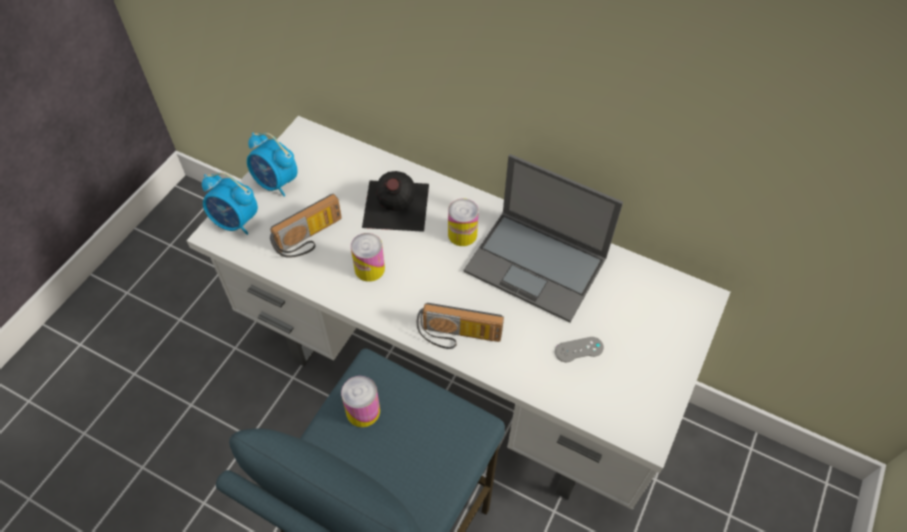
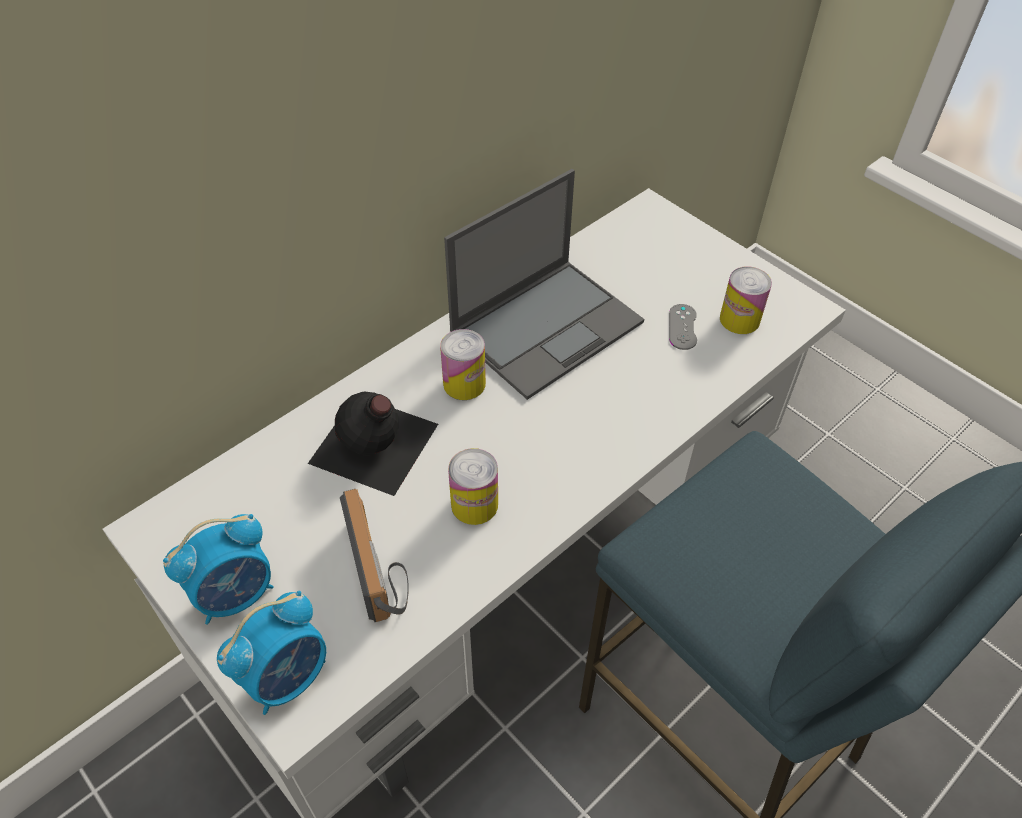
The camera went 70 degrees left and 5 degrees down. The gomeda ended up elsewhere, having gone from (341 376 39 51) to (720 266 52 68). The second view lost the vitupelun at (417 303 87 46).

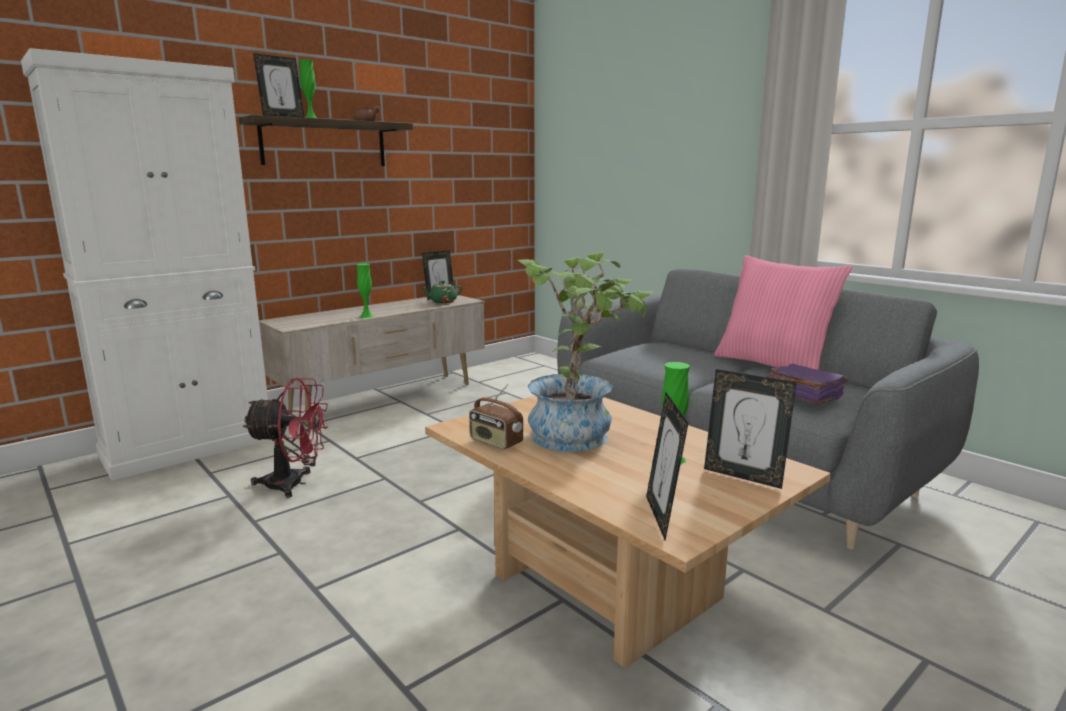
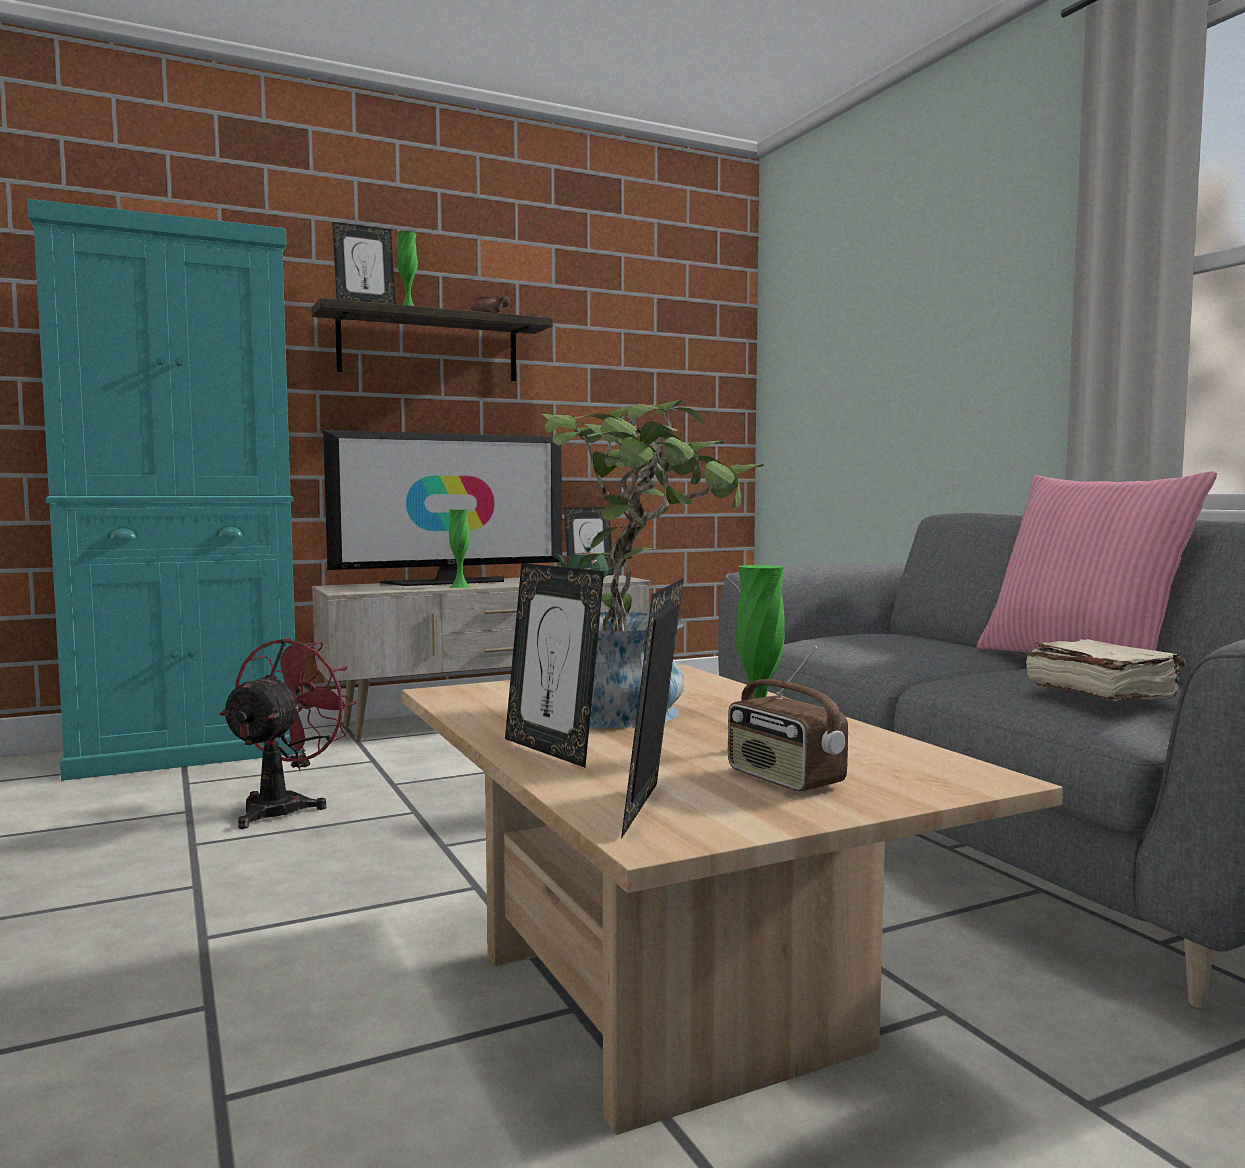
The camera went 15 degrees right and 10 degrees down. What was the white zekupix at (21 48 251 433) turned into the turquoise zekupix at (27 199 275 582). The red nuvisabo at (243 378 85 120) ended up facing another way, 90 degrees counterclockwise from before. The vitupelun ended up elsewhere, having gone from (469 384 54 65) to (728 646 120 146). The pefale ended up elsewhere, having gone from (704 369 93 120) to (505 563 99 204). What was the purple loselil at (766 364 82 40) turned into the beige loselil at (1026 639 160 62). The second view gained the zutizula at (323 430 239 156).

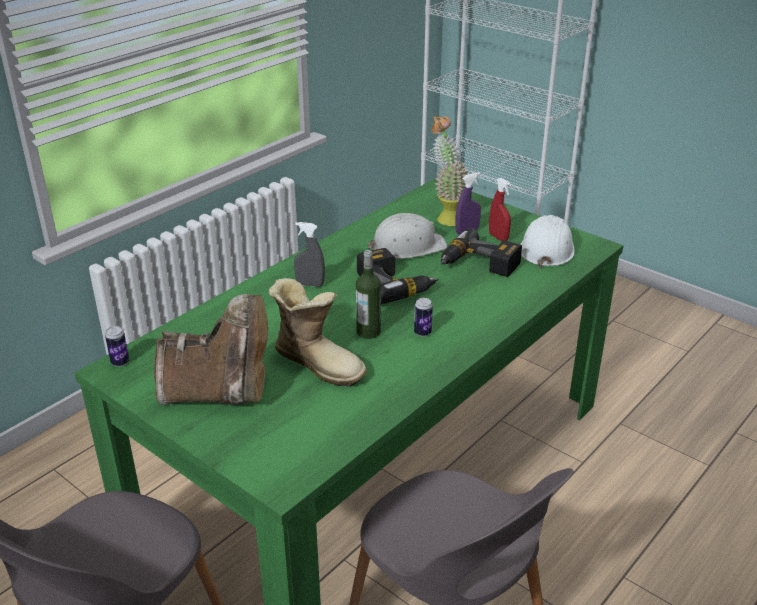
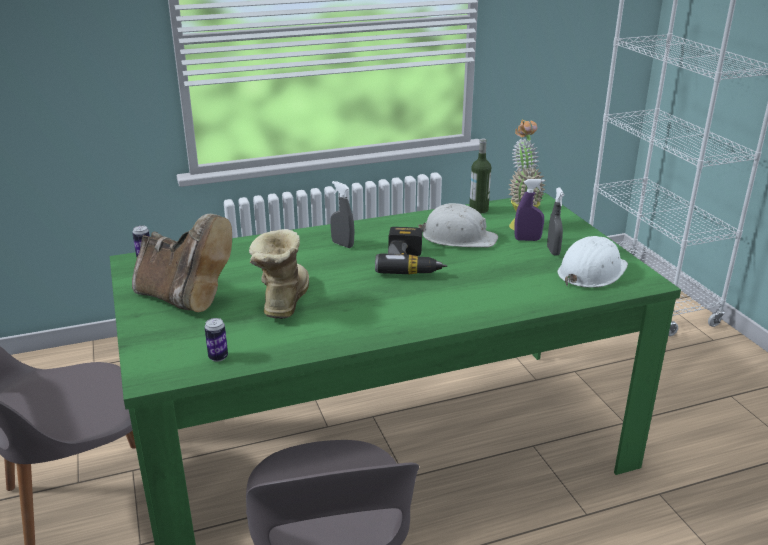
The camera went 30 degrees right and 5 degrees down. The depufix at (268 278 99 109) ended up facing another way, 150 degrees counterclockwise from before. The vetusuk ended up elsewhere, having gone from (356 250 25 89) to (469 139 22 74). The gomeda ended up elsewhere, having gone from (414 298 19 39) to (205 318 23 44). The second view lost the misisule at (441 228 81 49). What was the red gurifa at (489 178 22 63) turned into the grey gurifa at (547 187 17 69).

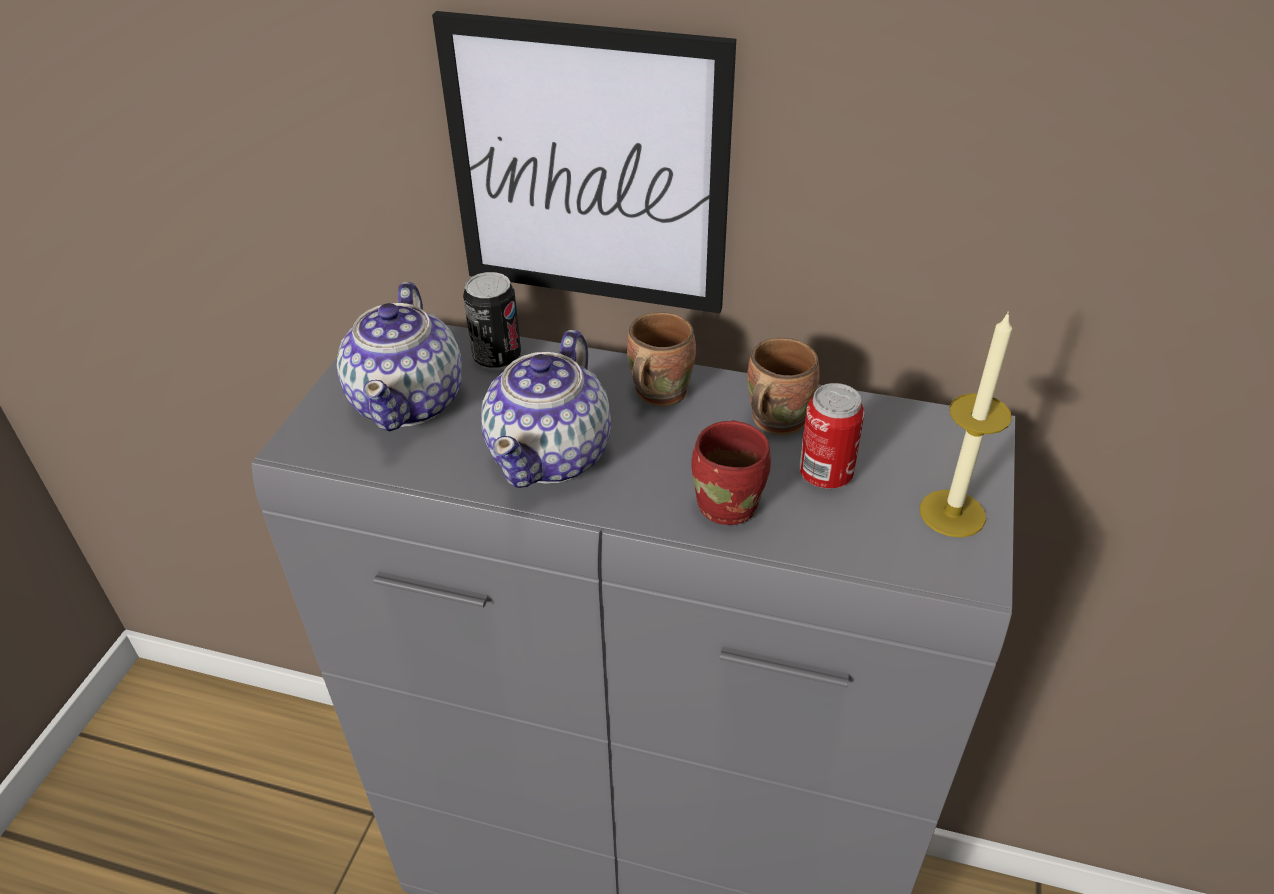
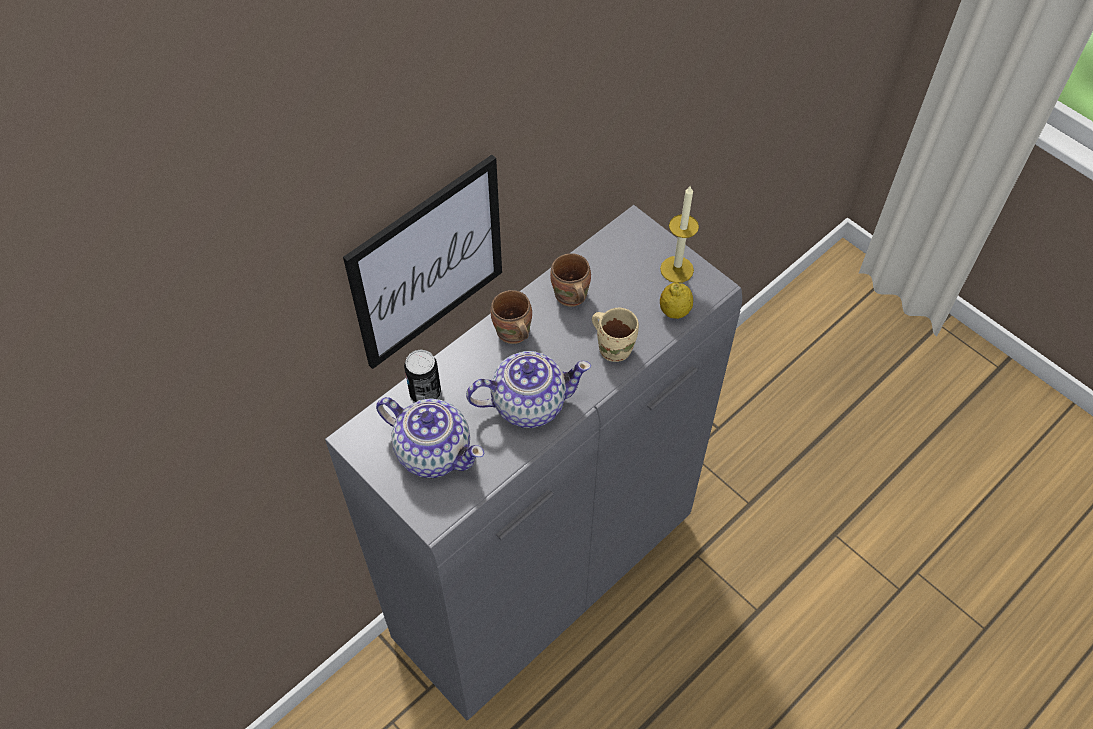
The camera went 60 degrees left and 15 degrees up. The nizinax at (482 330 129 158) ended up facing another way, 60 degrees counterclockwise from before. What was the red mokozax at (691 420 80 105) turned into the beige mokozax at (592 307 47 55). The second view lost the gomeda at (799 383 66 106). The second view gained the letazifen at (660 283 33 36).

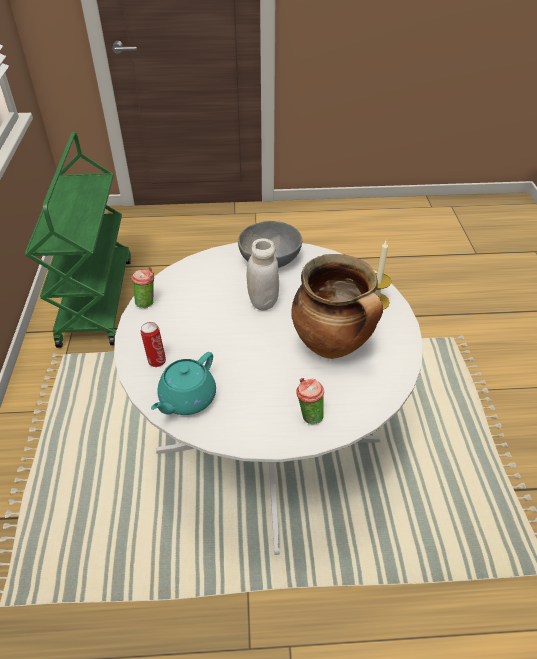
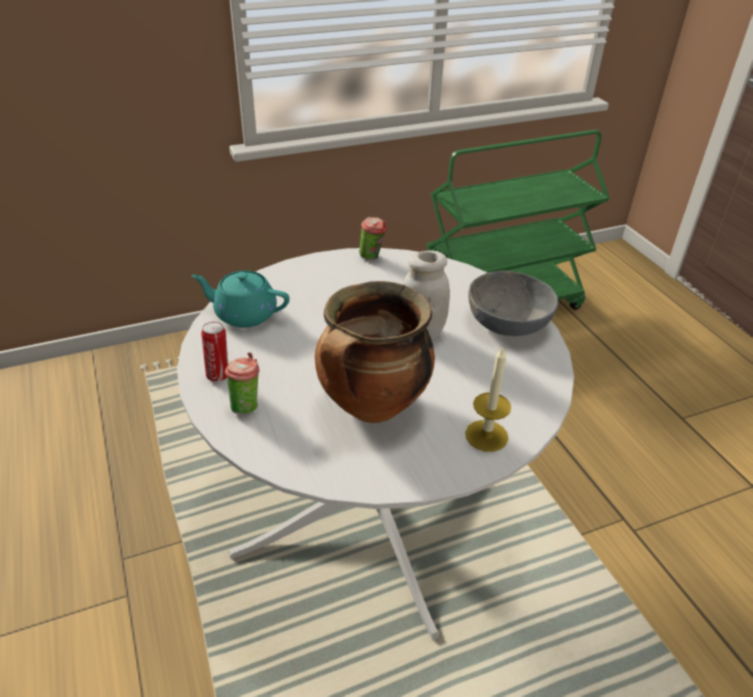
The camera went 70 degrees right and 5 degrees down. The gomeda ended up elsewhere, having gone from (141 322 25 45) to (201 322 27 60).

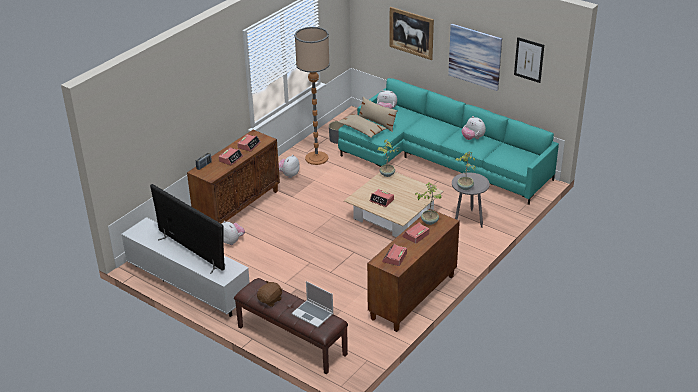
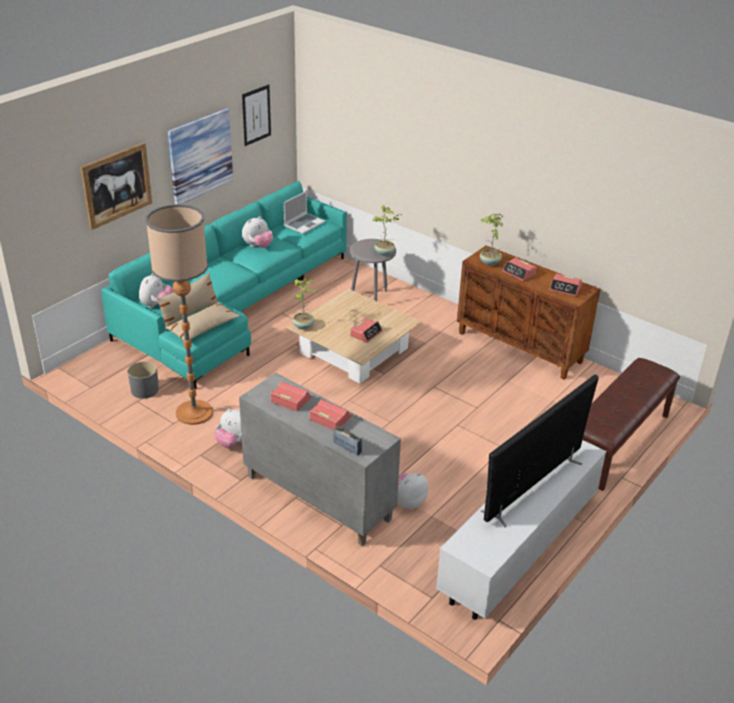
The camera went 90 degrees left and 0 degrees up. What was the brown zekupix at (187 130 93 94) turned into the grey zekupix at (239 373 162 173). The second view lost the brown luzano at (257 281 25 26). The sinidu ended up elsewhere, having gone from (292 281 42 47) to (284 191 41 43).

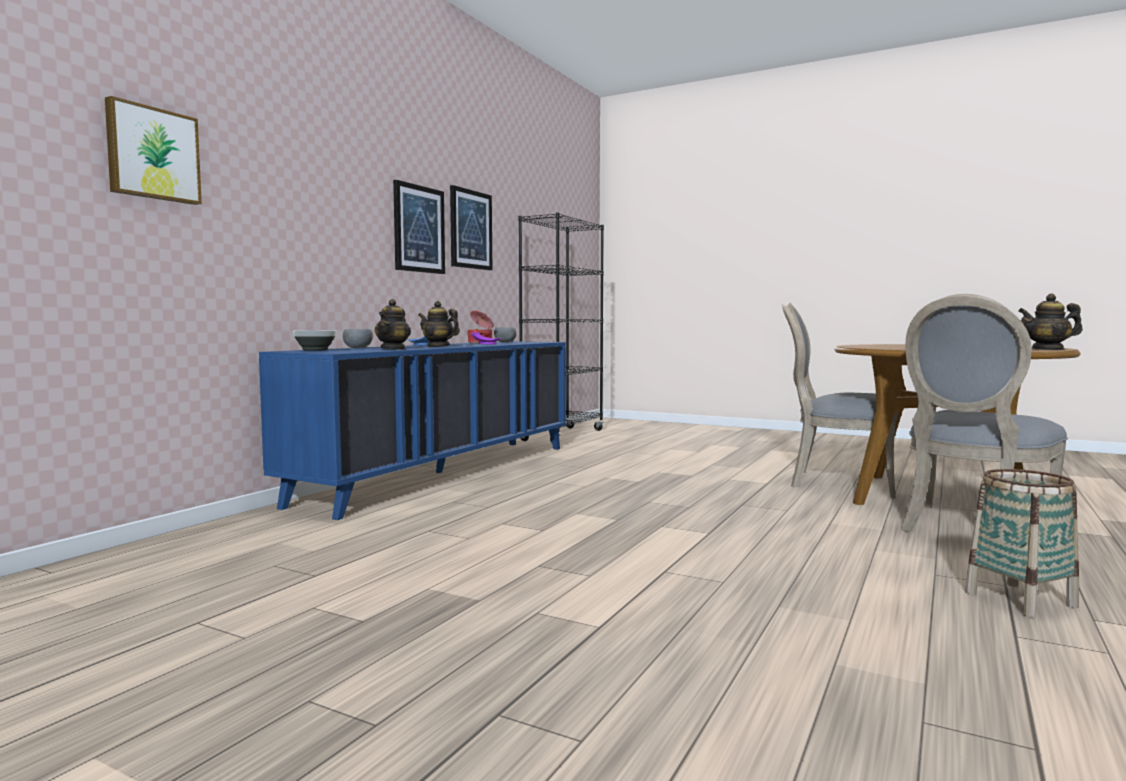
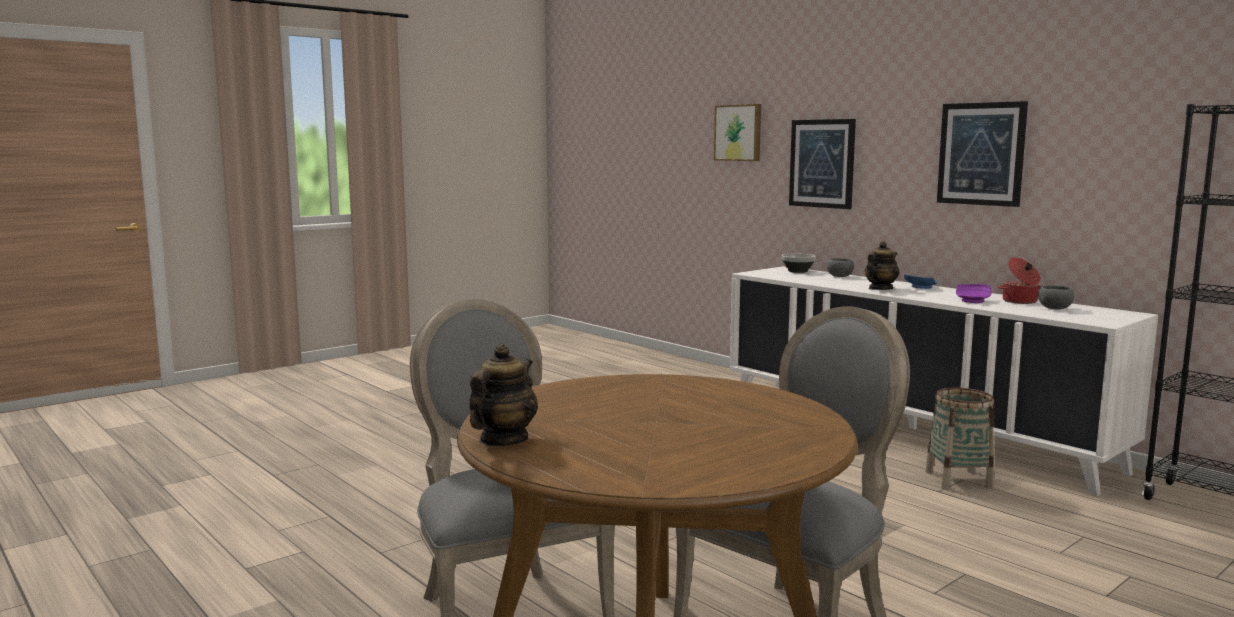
The camera went 110 degrees right and 5 degrees up. What was the blue zekupix at (259 341 307 179) turned into the white zekupix at (730 266 428 231). The second view lost the nizinax at (374 299 37 51). The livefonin ended up elsewhere, having gone from (450 185 42 85) to (789 119 67 90). The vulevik ended up elsewhere, having gone from (965 469 114 149) to (925 388 69 102).

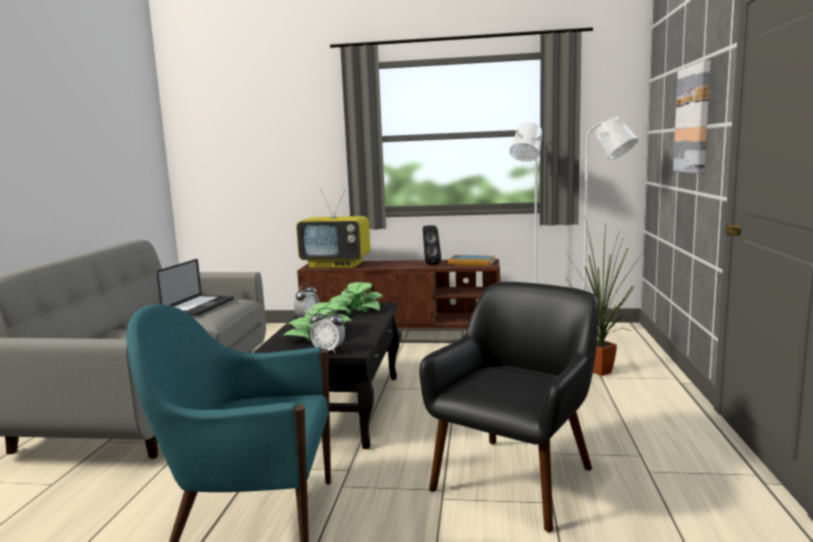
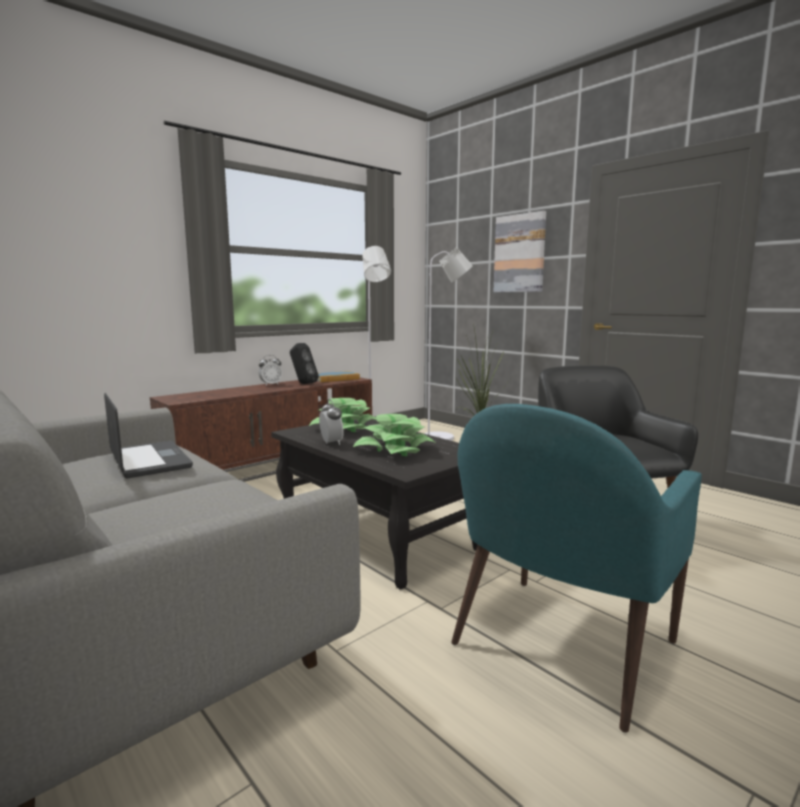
The camera went 50 degrees left and 0 degrees up. The second view lost the zutizula at (296 189 74 79). The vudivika ended up elsewhere, having gone from (310 308 35 45) to (259 355 23 30).

